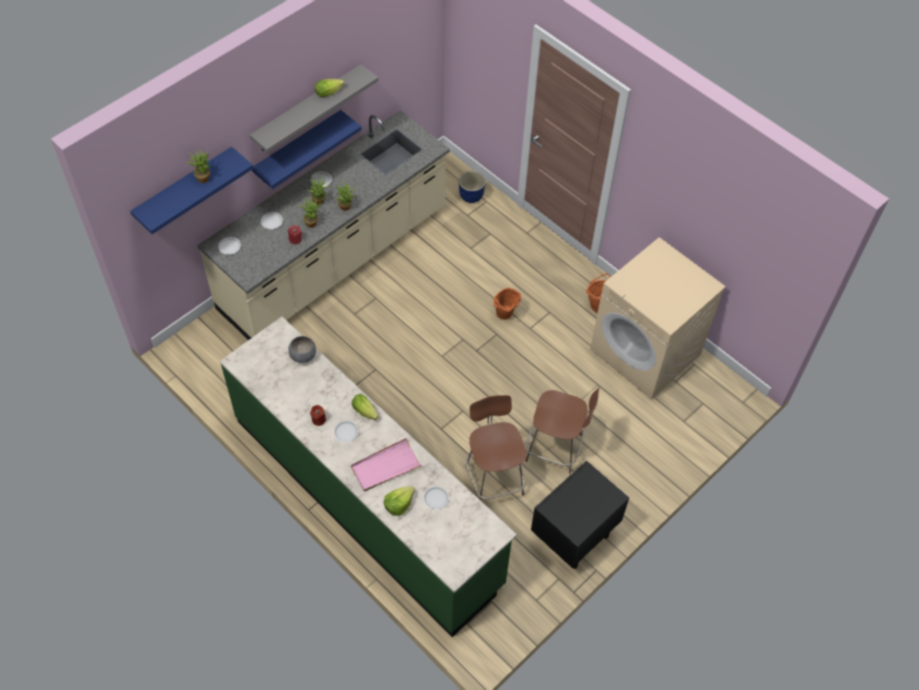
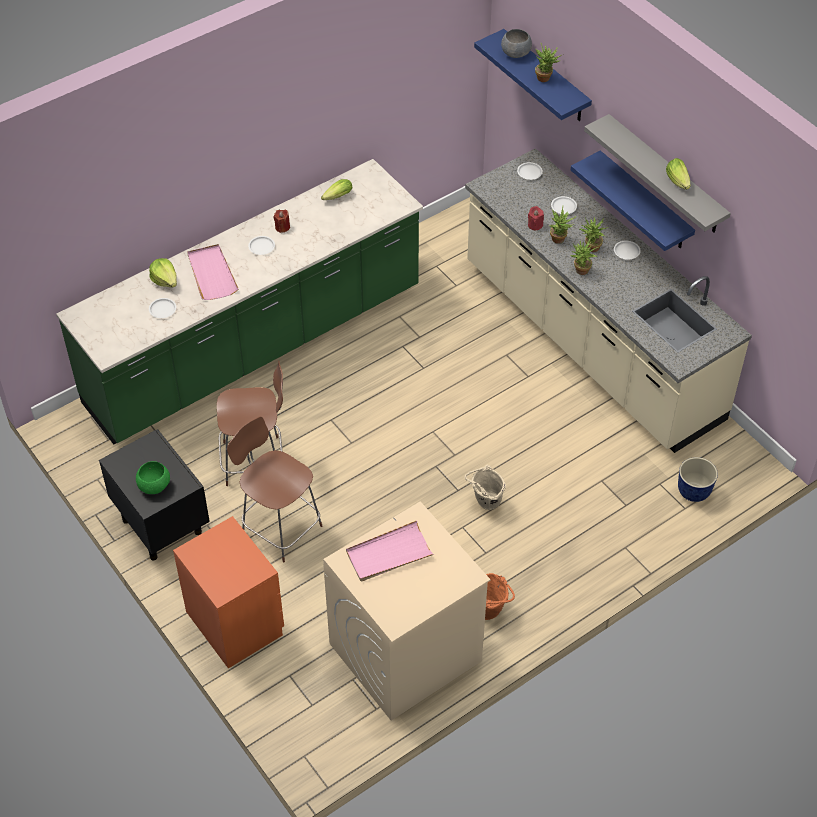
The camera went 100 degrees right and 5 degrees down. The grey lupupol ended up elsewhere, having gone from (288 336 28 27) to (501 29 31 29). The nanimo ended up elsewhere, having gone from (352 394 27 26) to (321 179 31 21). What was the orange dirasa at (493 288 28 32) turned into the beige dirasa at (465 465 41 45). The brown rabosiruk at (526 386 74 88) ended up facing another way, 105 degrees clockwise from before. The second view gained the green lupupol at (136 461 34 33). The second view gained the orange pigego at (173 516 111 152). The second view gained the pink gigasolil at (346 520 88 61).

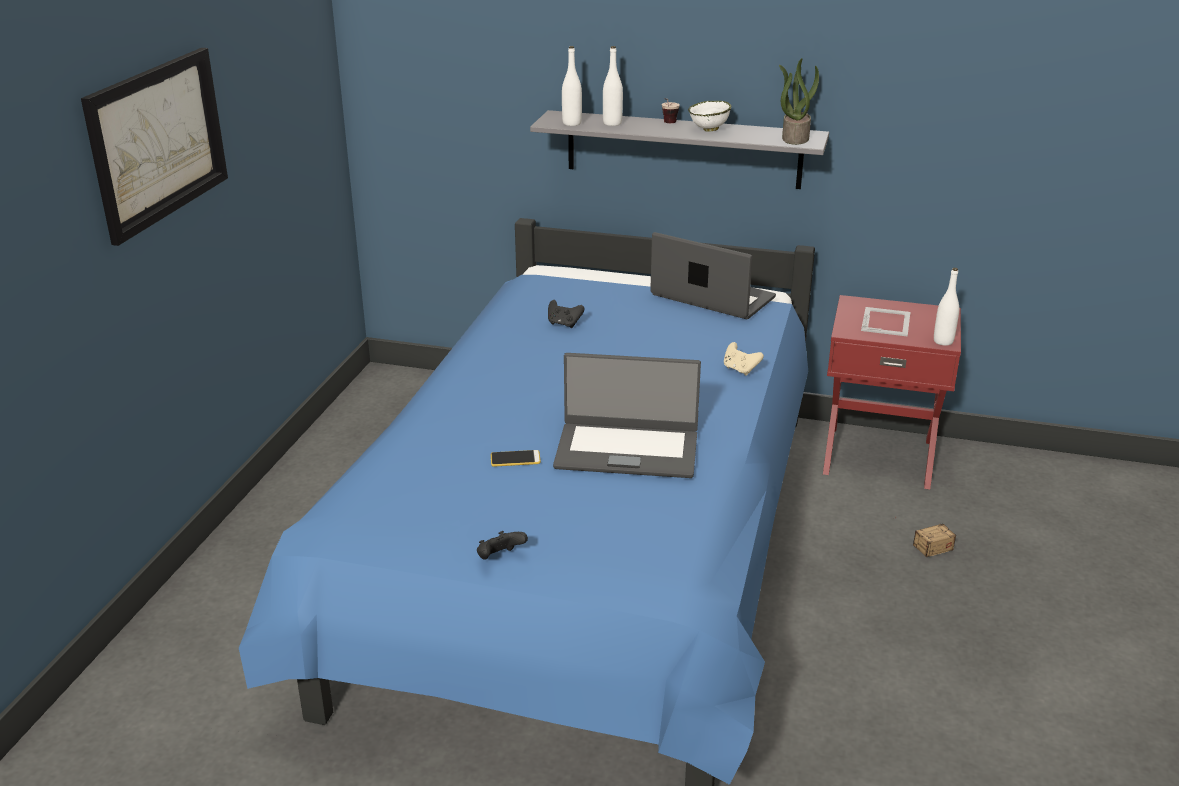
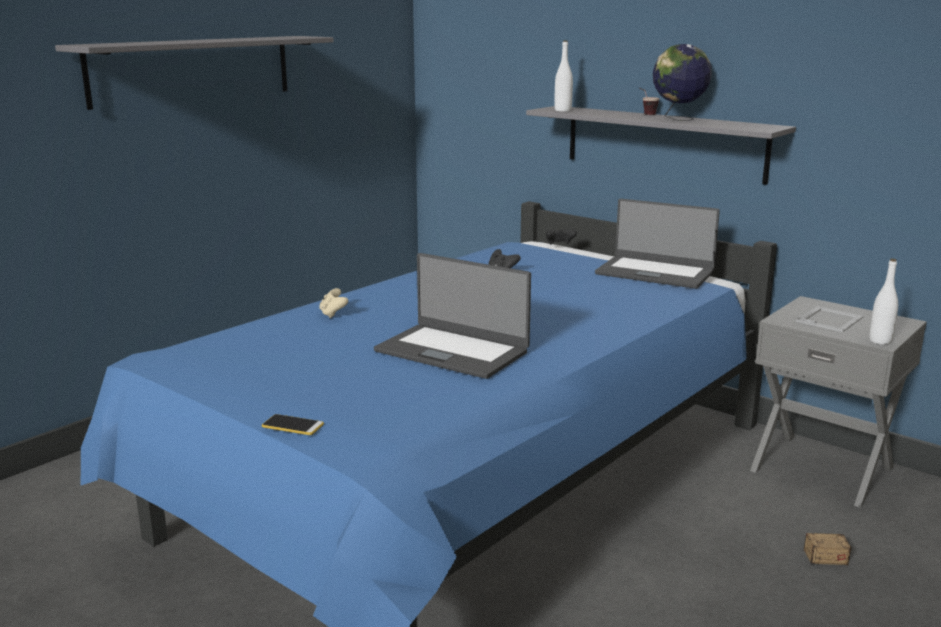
The camera went 25 degrees right and 10 degrees down. Where the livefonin hung at (81 48 147 198), the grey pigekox came to hang at (55 36 279 74). The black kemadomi ended up elsewhere, having gone from (477 531 51 28) to (546 229 31 16). The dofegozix ended up elsewhere, having gone from (491 450 50 17) to (262 414 62 21). The second view lost the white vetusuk at (603 46 20 80). The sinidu at (650 232 126 87) ended up facing another way, 150 degrees clockwise from before. Where the white lupupol stood at (688 101 43 31), the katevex came to stand at (653 44 59 77). The beige kemadomi ended up elsewhere, having gone from (724 342 40 34) to (319 288 29 30). The second view lost the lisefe at (779 58 40 87). What was the red pigego at (823 295 138 194) turned into the grey pigego at (750 296 177 212).

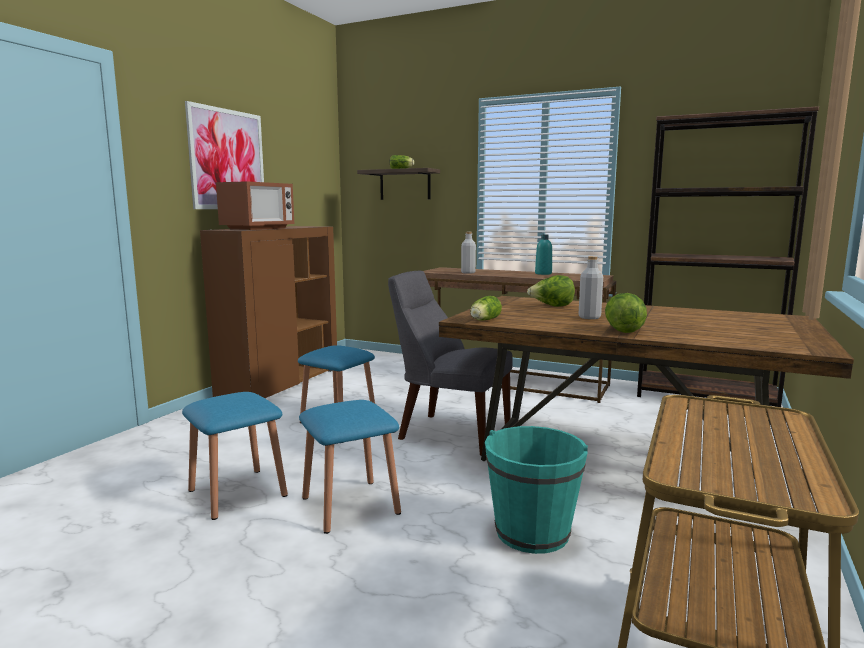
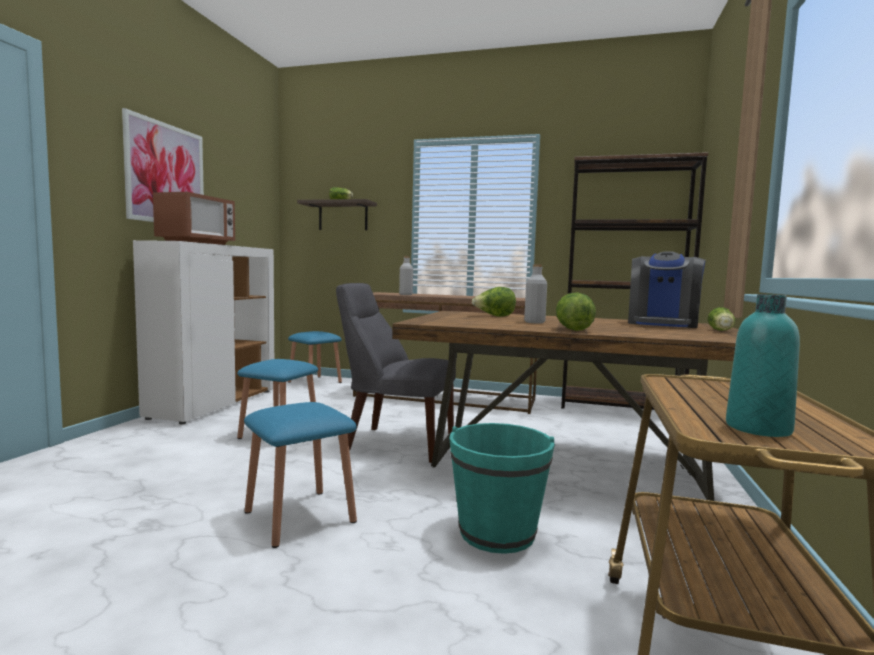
The camera went 10 degrees left and 5 degrees down. The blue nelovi ended up elsewhere, having gone from (182 392 106 128) to (288 331 54 52). What was the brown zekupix at (200 226 137 172) turned into the white zekupix at (133 240 141 184). The nanimo ended up elsewhere, having gone from (470 296 32 25) to (708 307 28 24). The turquoise vetusuk ended up elsewhere, having gone from (535 234 17 41) to (726 294 74 143). The second view gained the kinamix at (628 251 78 77).

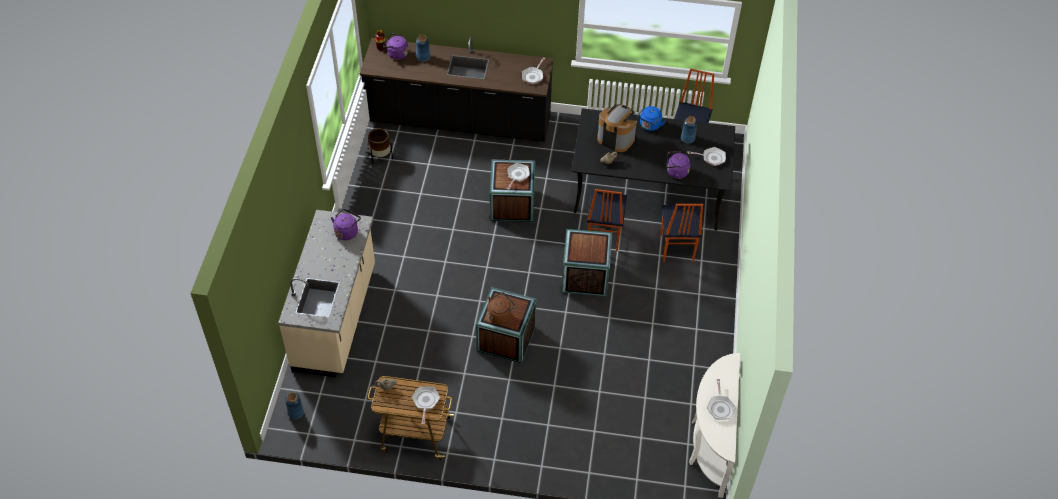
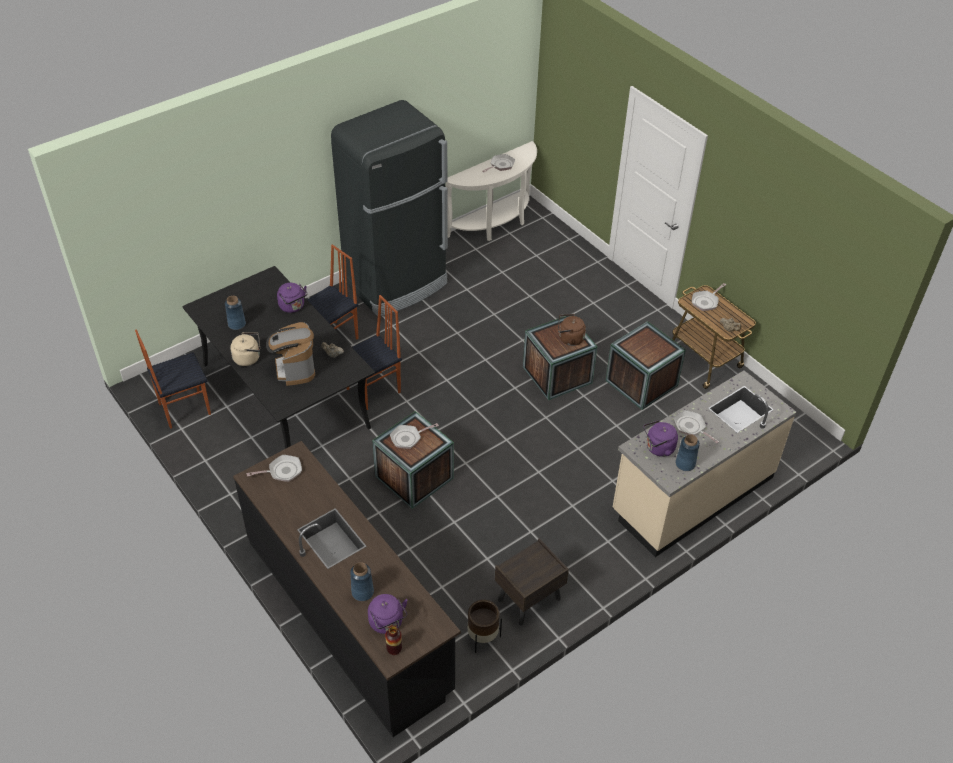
The camera went 135 degrees left and 5 degrees down. The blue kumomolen ended up elsewhere, having gone from (285 393 19 26) to (675 434 25 37). The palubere ended up elsewhere, having gone from (561 229 51 67) to (605 321 81 89). What was the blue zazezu at (638 106 27 25) turned into the beige zazezu at (230 332 30 34). The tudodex ended up elsewhere, having gone from (687 147 39 19) to (674 410 45 34). The second view gained the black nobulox at (331 100 117 216). The second view gained the brown pigego at (495 538 74 88).

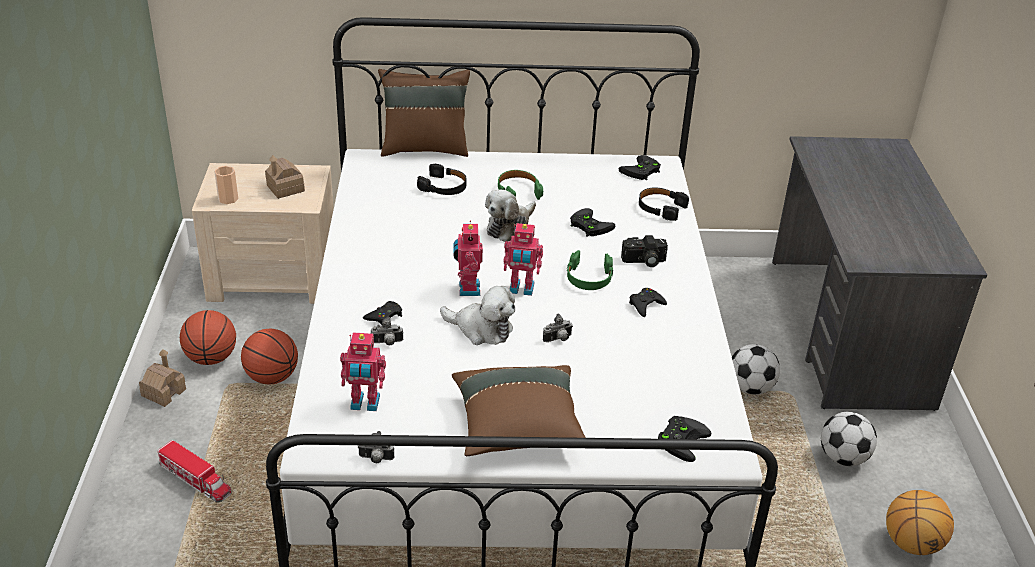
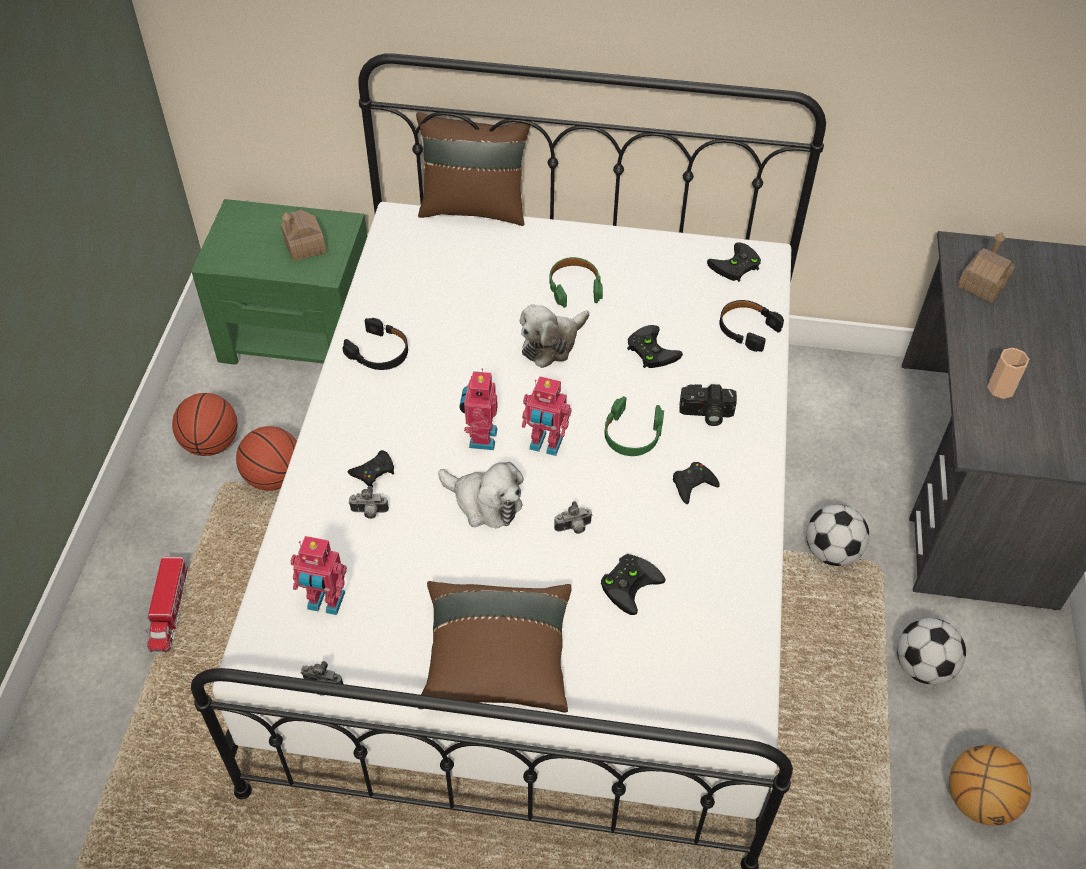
The camera went 10 degrees right and 15 degrees up. The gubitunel ended up elsewhere, having gone from (139 349 47 58) to (957 232 58 71). The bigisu at (158 440 74 62) ended up facing another way, 45 degrees clockwise from before. What was the beige pigego at (192 163 142 141) turned into the green pigego at (191 199 176 166). The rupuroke ended up elsewhere, having gone from (214 166 24 38) to (987 348 42 51). The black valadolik ended up elsewhere, having gone from (417 164 50 31) to (342 318 66 52). The black kemadomi ended up elsewhere, having gone from (658 416 53 46) to (601 554 65 61).

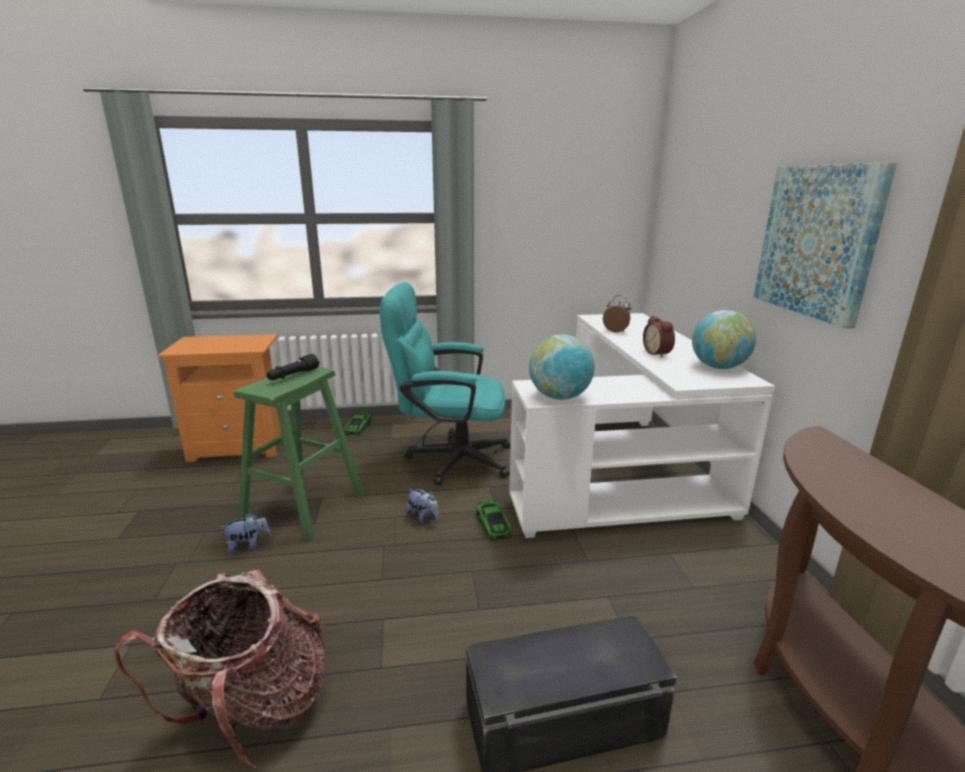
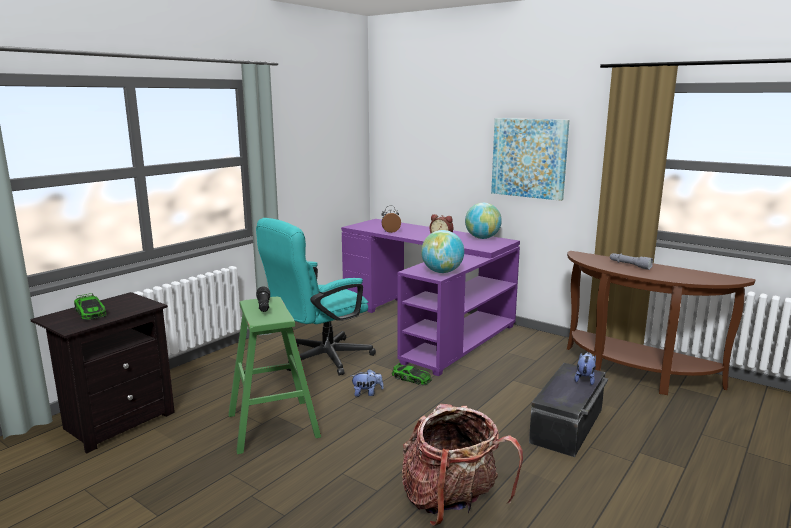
The camera went 45 degrees left and 5 degrees down. What was the orange pigego at (157 334 124 128) turned into the black pigego at (30 292 145 162). The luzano ended up elsewhere, having gone from (219 513 52 41) to (574 352 22 33). The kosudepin ended up elsewhere, having gone from (344 411 28 25) to (74 293 33 27). What was the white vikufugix at (509 313 266 225) turned into the purple vikufugix at (341 219 179 157). The second view gained the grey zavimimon at (610 253 43 17).

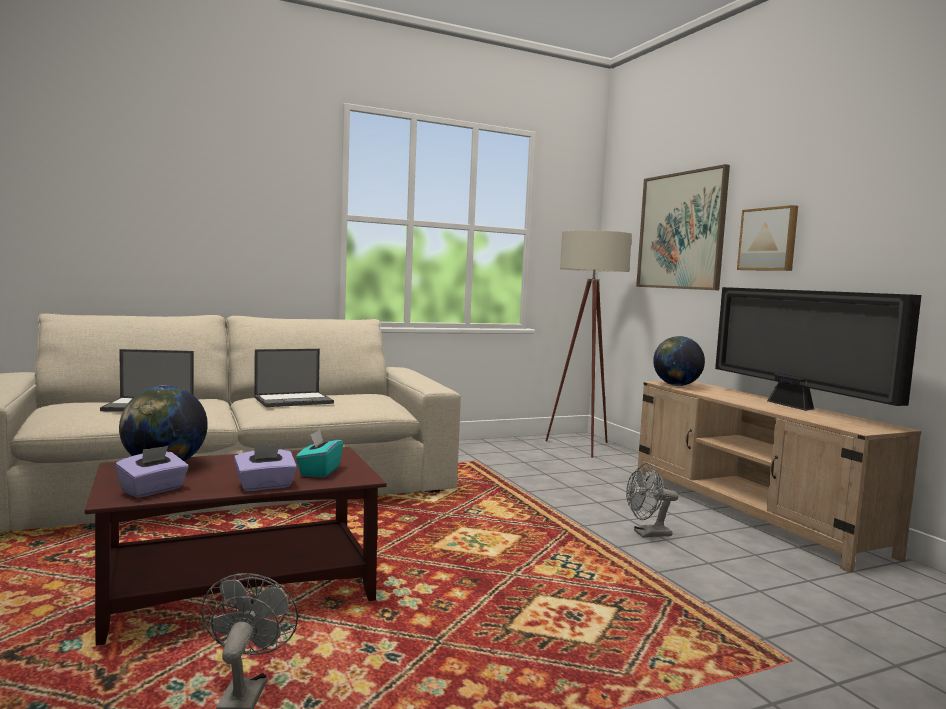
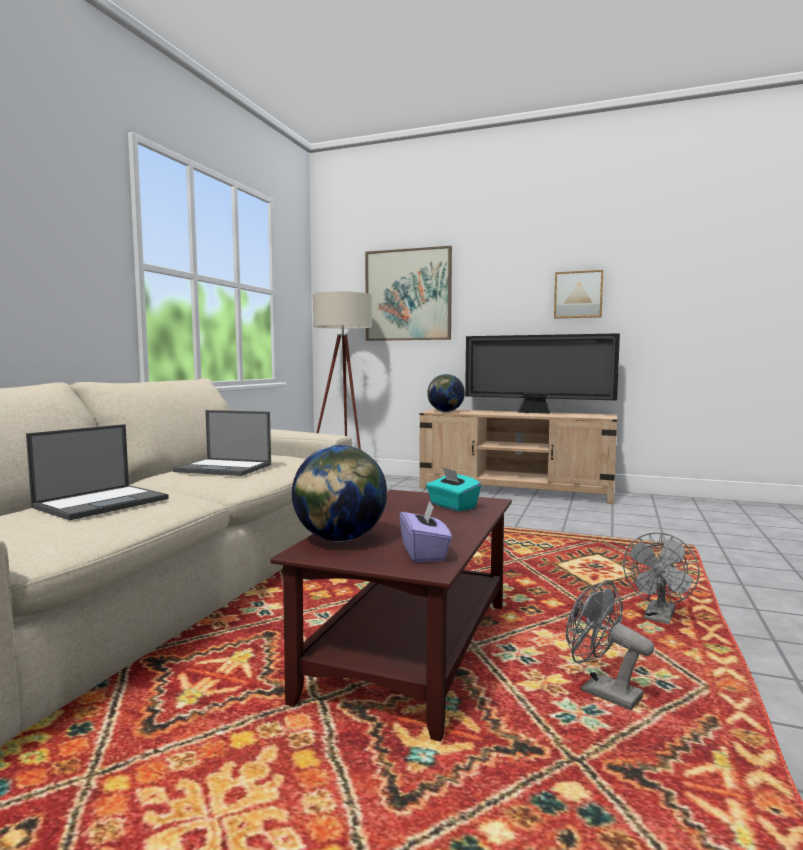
The camera went 45 degrees left and 0 degrees up. The second view lost the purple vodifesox at (234 445 63 46). The sinidu at (254 349 80 58) ended up facing another way, 90 degrees clockwise from before. The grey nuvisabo ended up elsewhere, having gone from (626 463 52 74) to (623 532 76 92). The livefonin ended up elsewhere, having gone from (737 205 61 66) to (554 270 49 49).

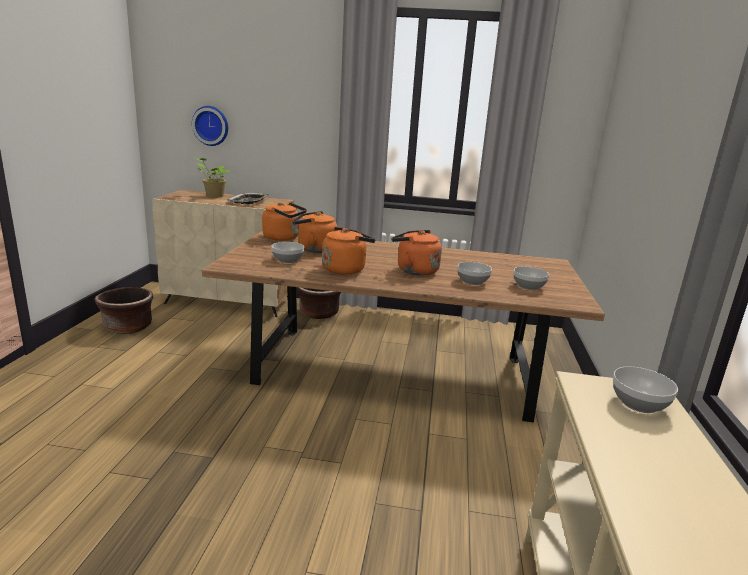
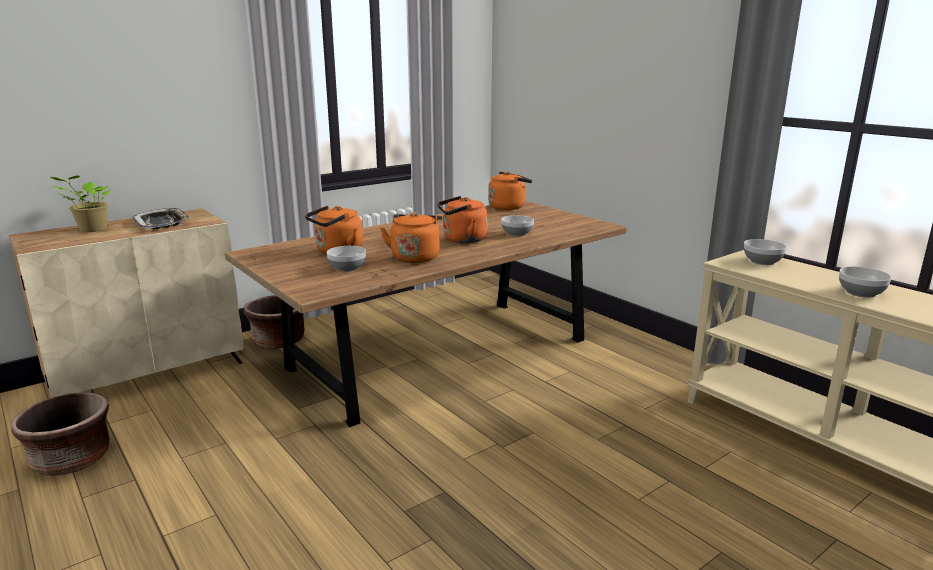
The camera went 45 degrees left and 0 degrees up. The second view lost the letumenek at (192 106 36 40). The orange zazezu ended up elsewhere, having gone from (262 202 45 39) to (488 172 45 38). The lupupol ended up elsewhere, having gone from (514 267 35 23) to (839 266 53 32).

